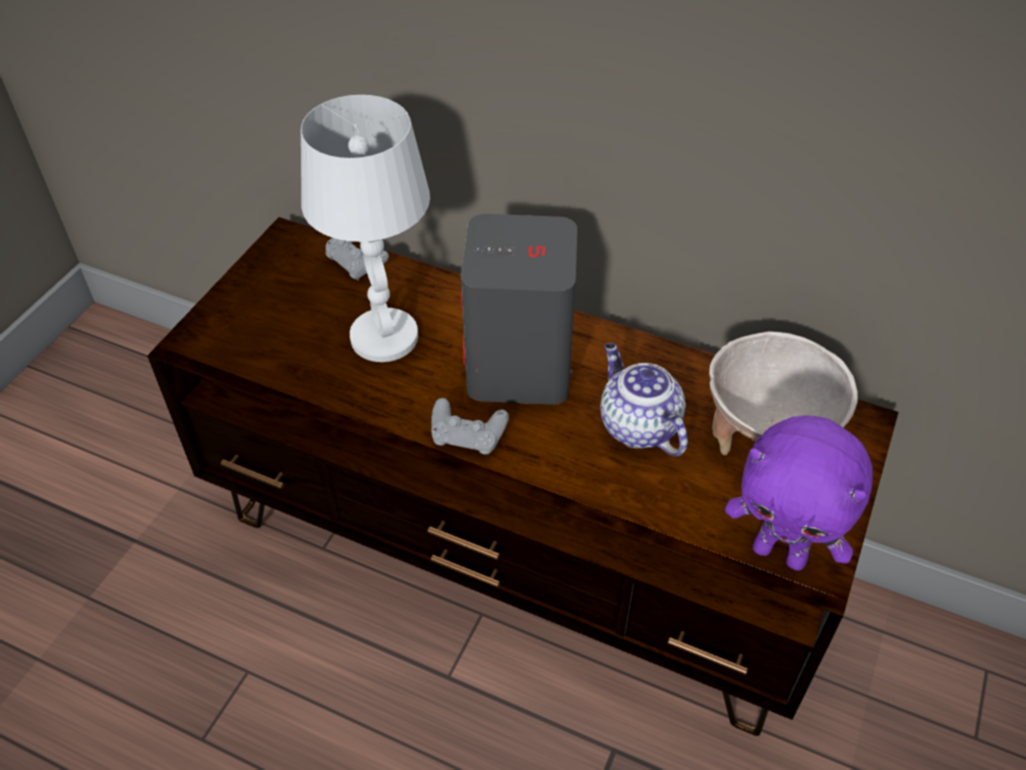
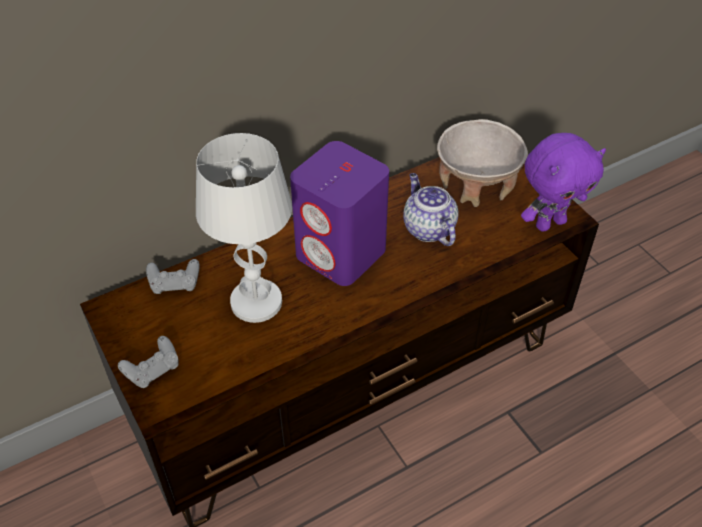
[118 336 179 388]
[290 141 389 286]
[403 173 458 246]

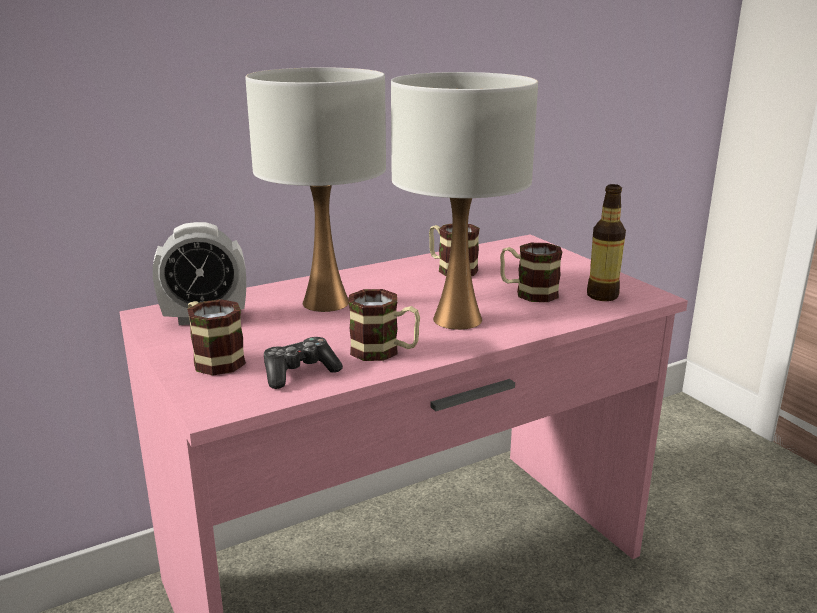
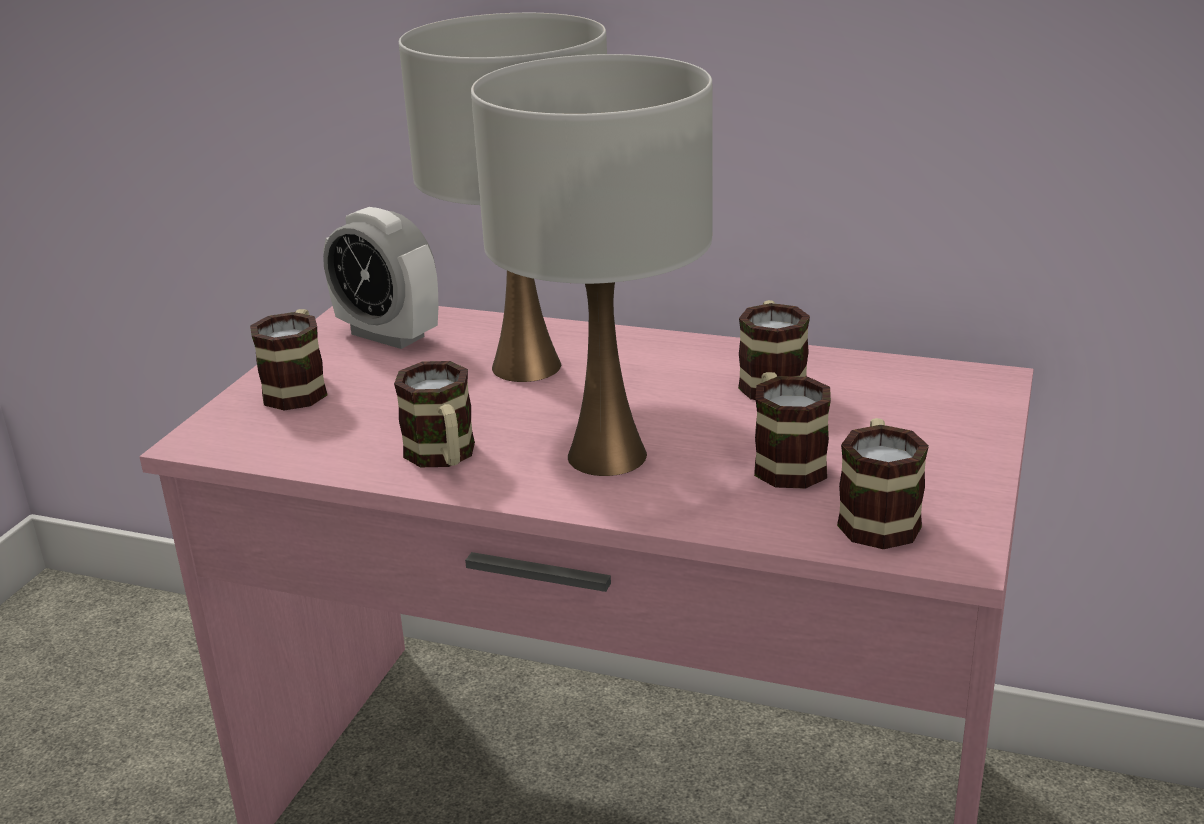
[264 337 343 389] (first image)
[837 418 929 549]

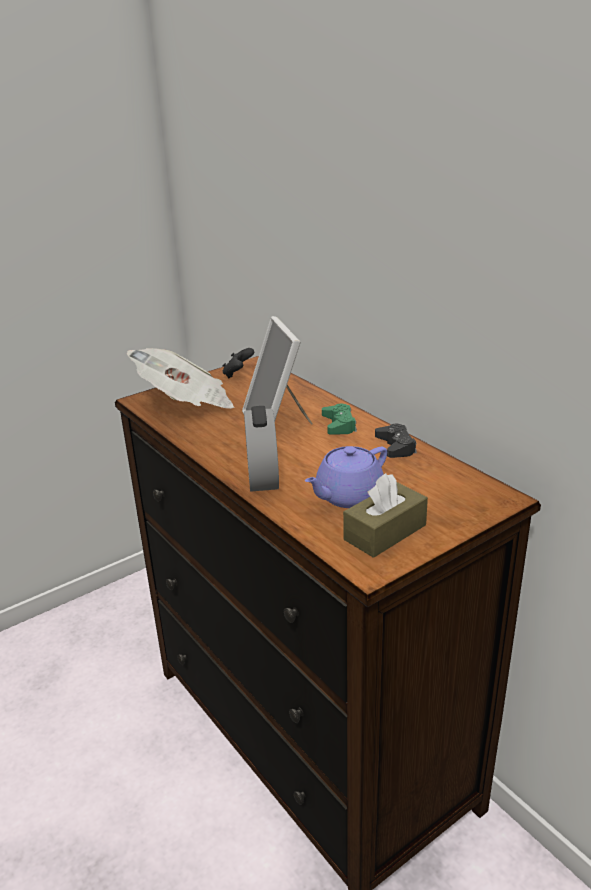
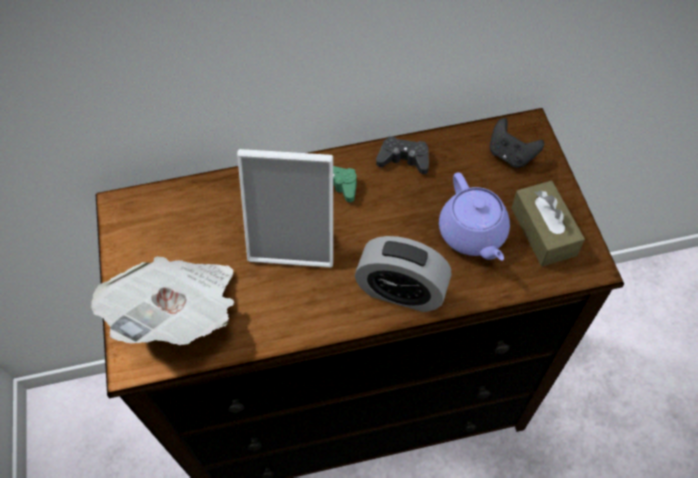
[490 118 544 168]

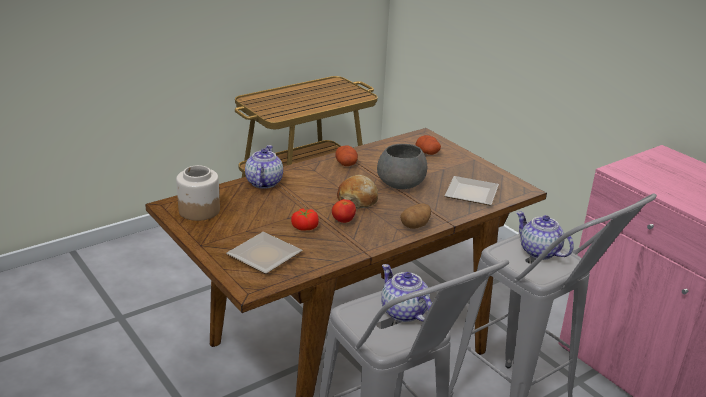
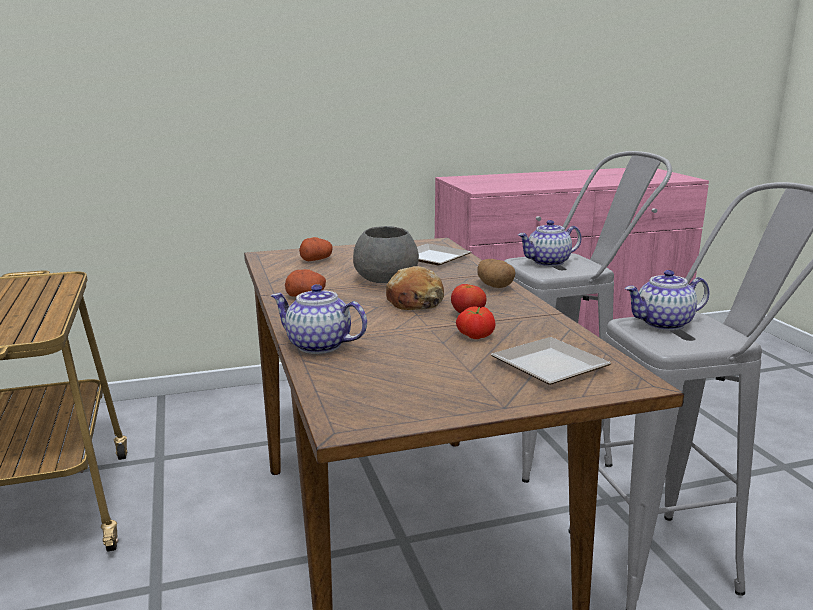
[176 165 220 221] (first image)

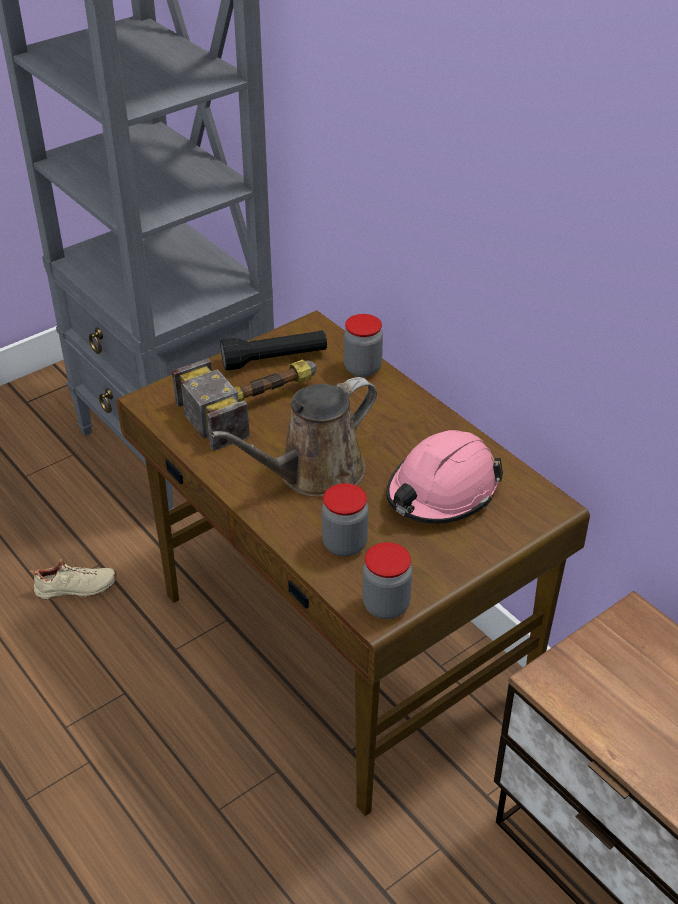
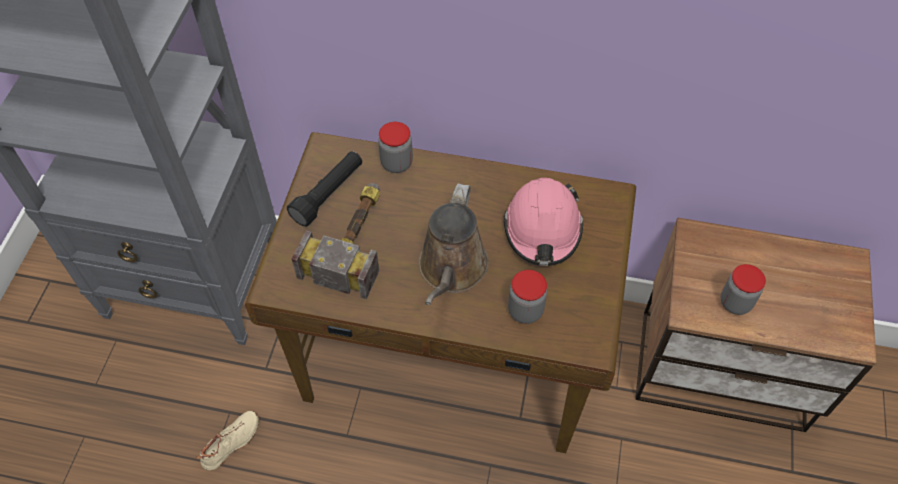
[721 264 766 315]

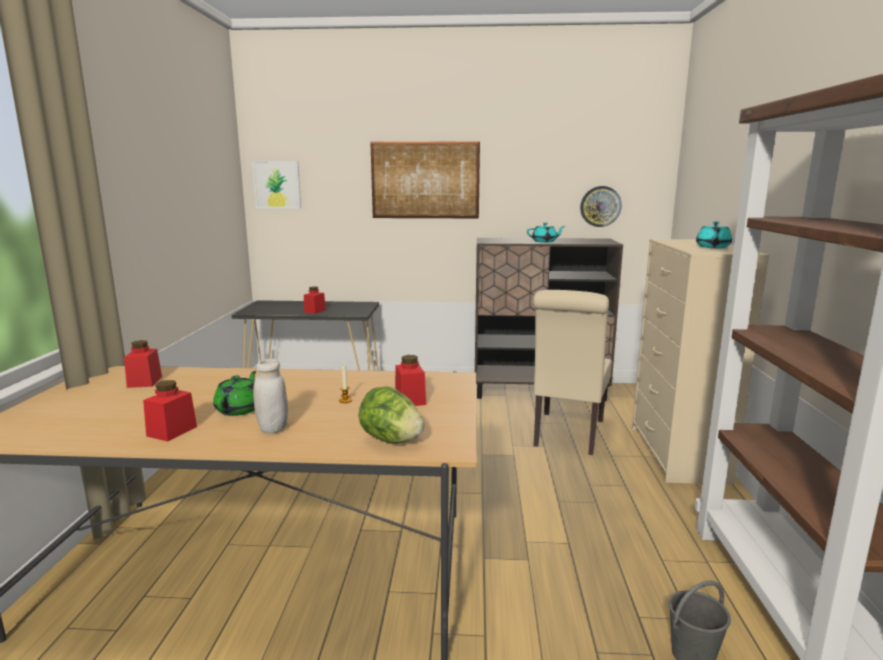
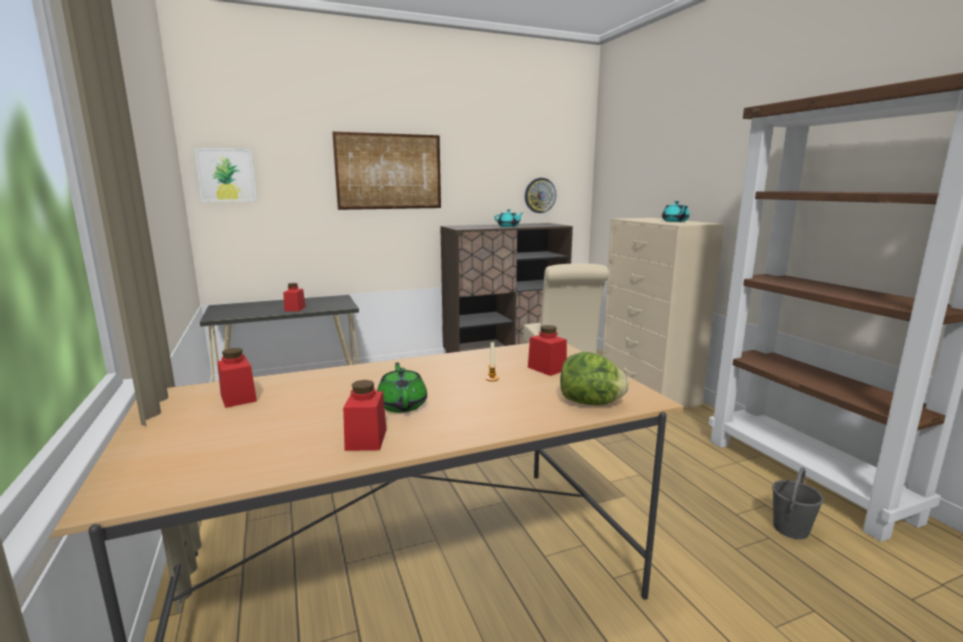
[253 359 288 433] (first image)

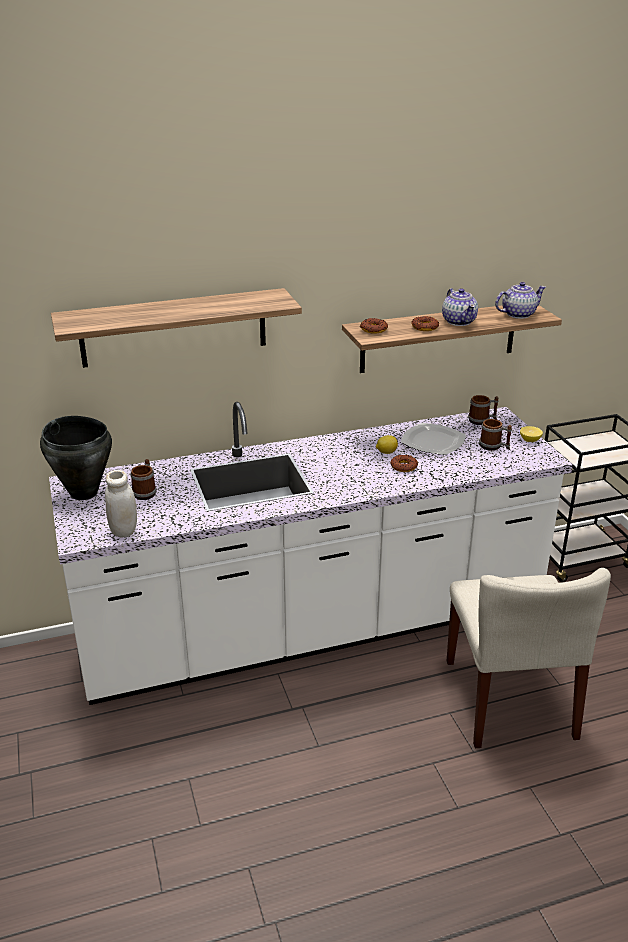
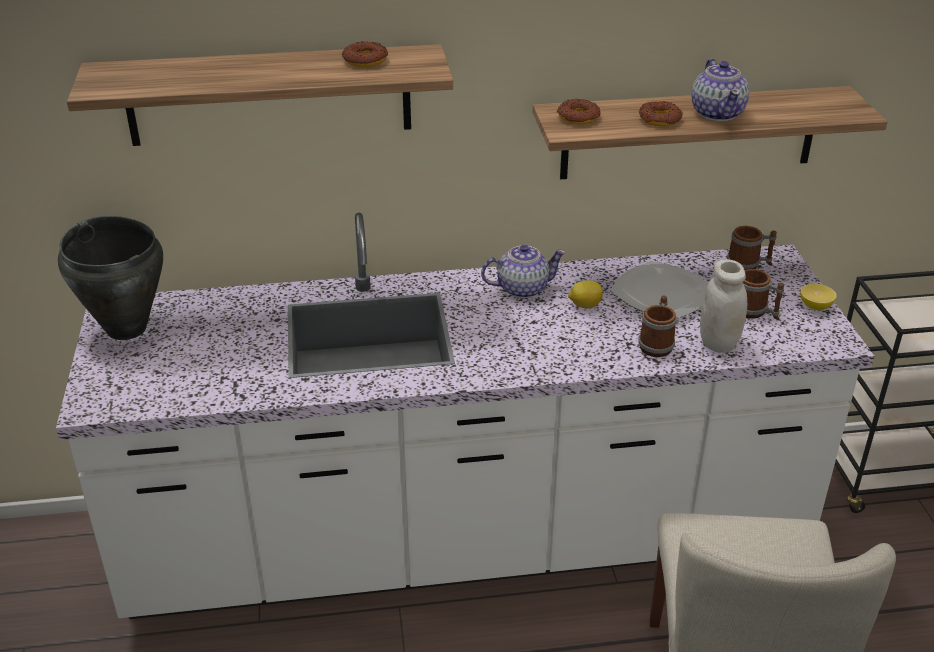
[700 259 747 353]
[638 295 677 357]
[342 41 388 67]
[481 245 566 298]

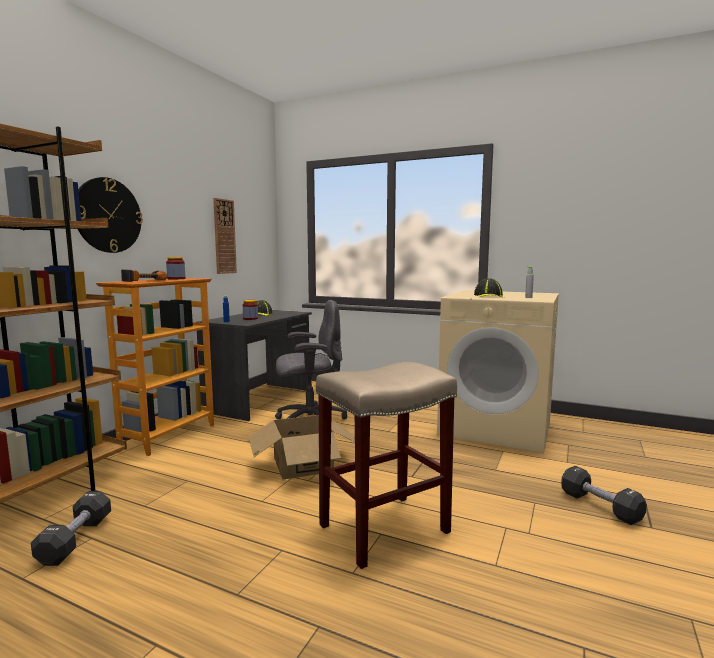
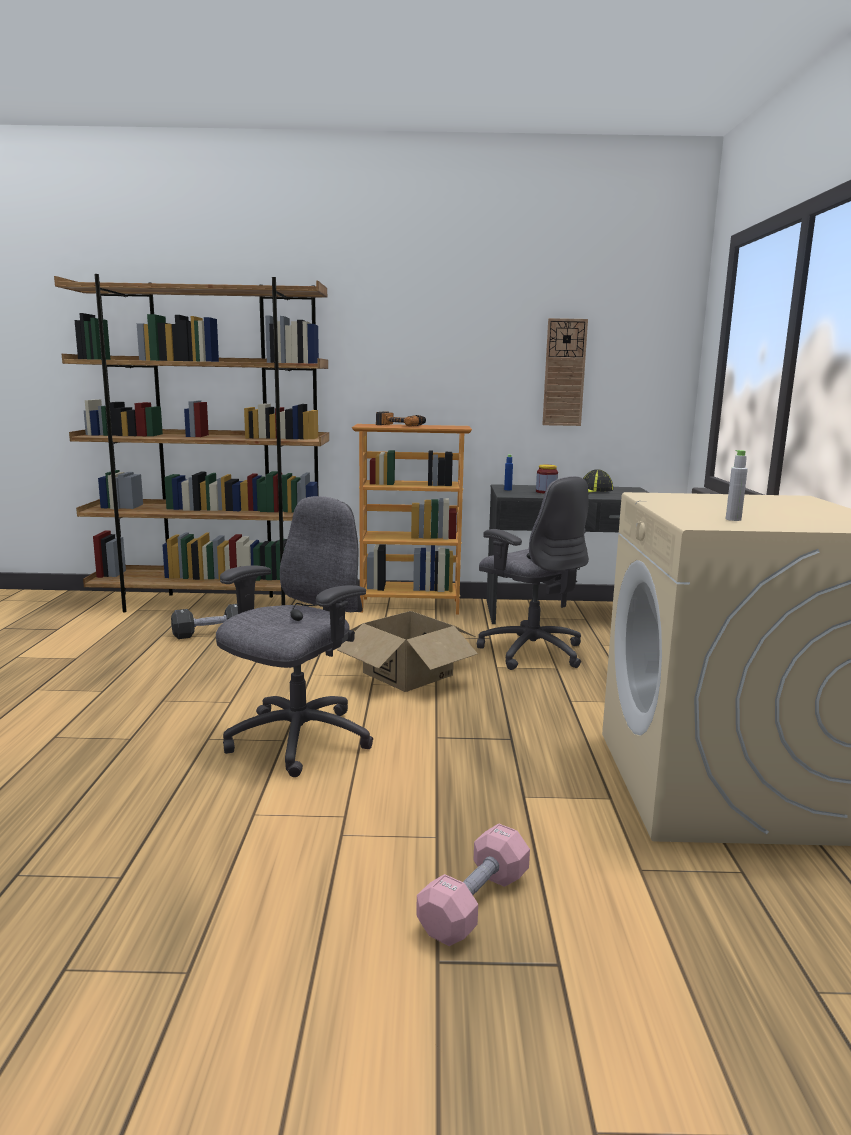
[78 177 143 253] (first image)
[166 257 185 280] (first image)
[474 278 504 298] (first image)
[216 496 373 777]
[416 824 530 946]

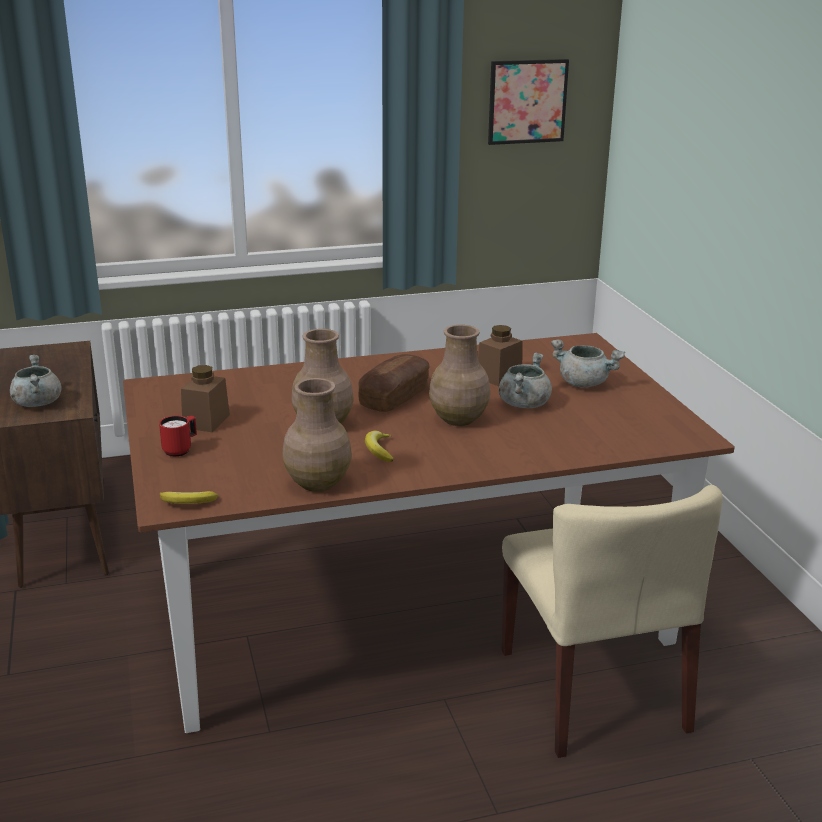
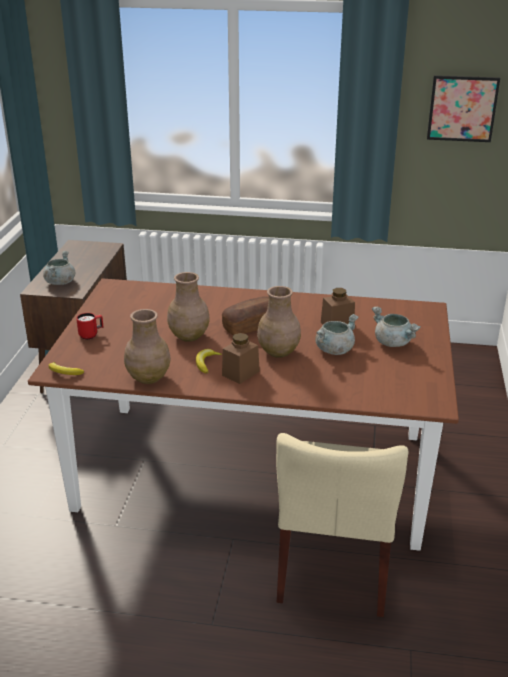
[222 333 260 384]

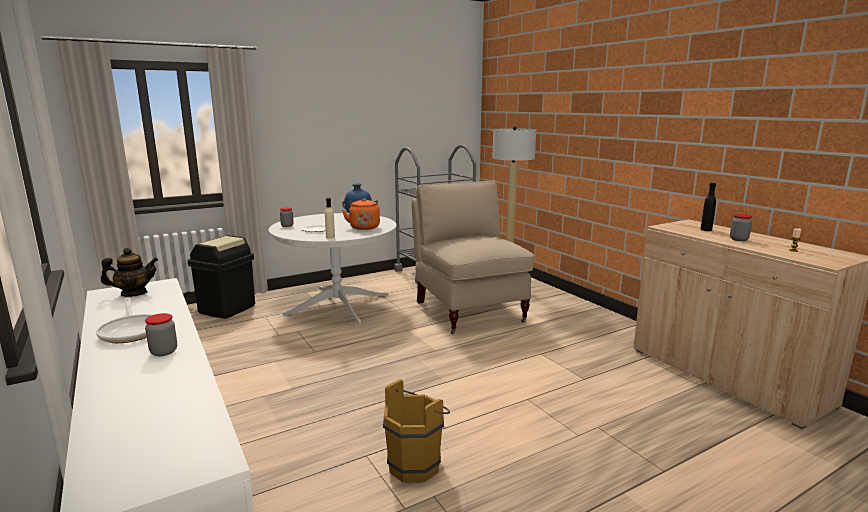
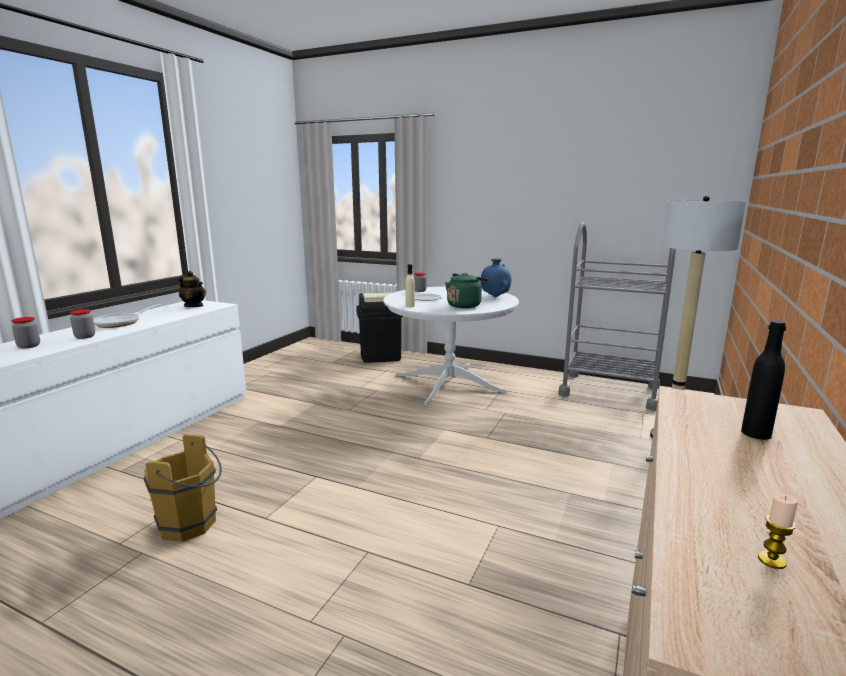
[412 180 535 334] (first image)
[11 317 40 349]
[445 273 488 308]

